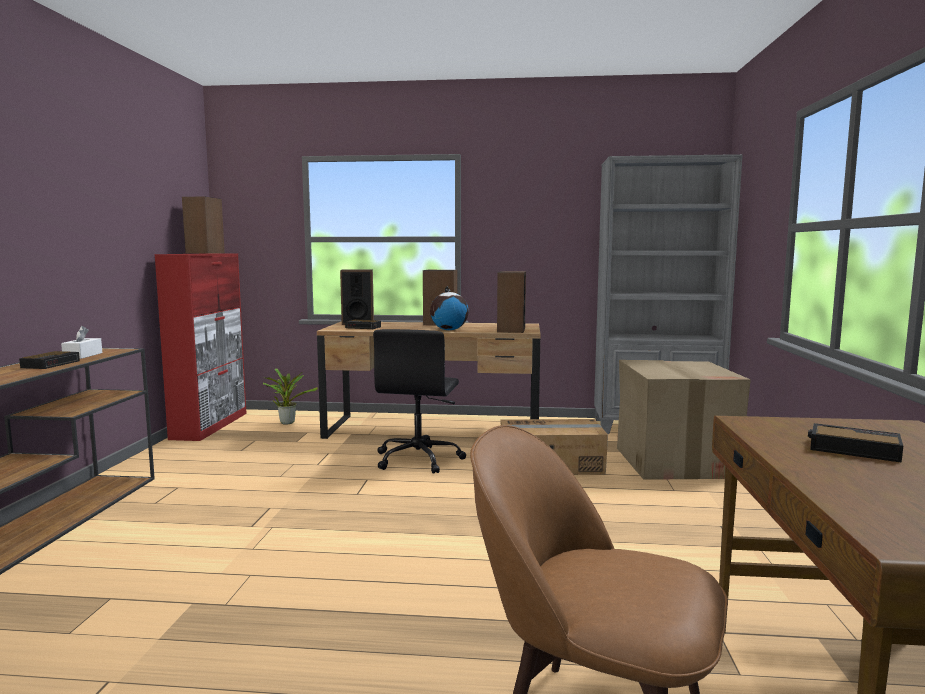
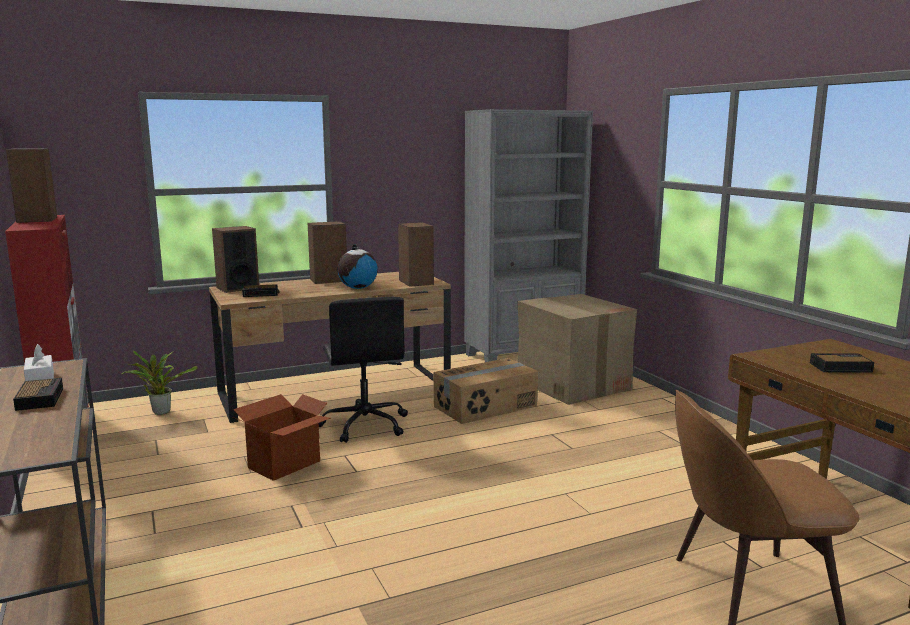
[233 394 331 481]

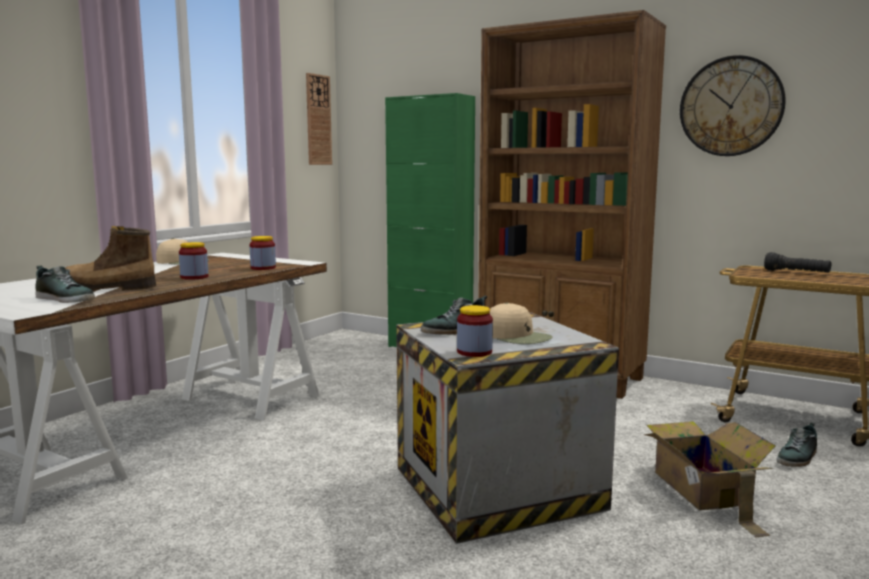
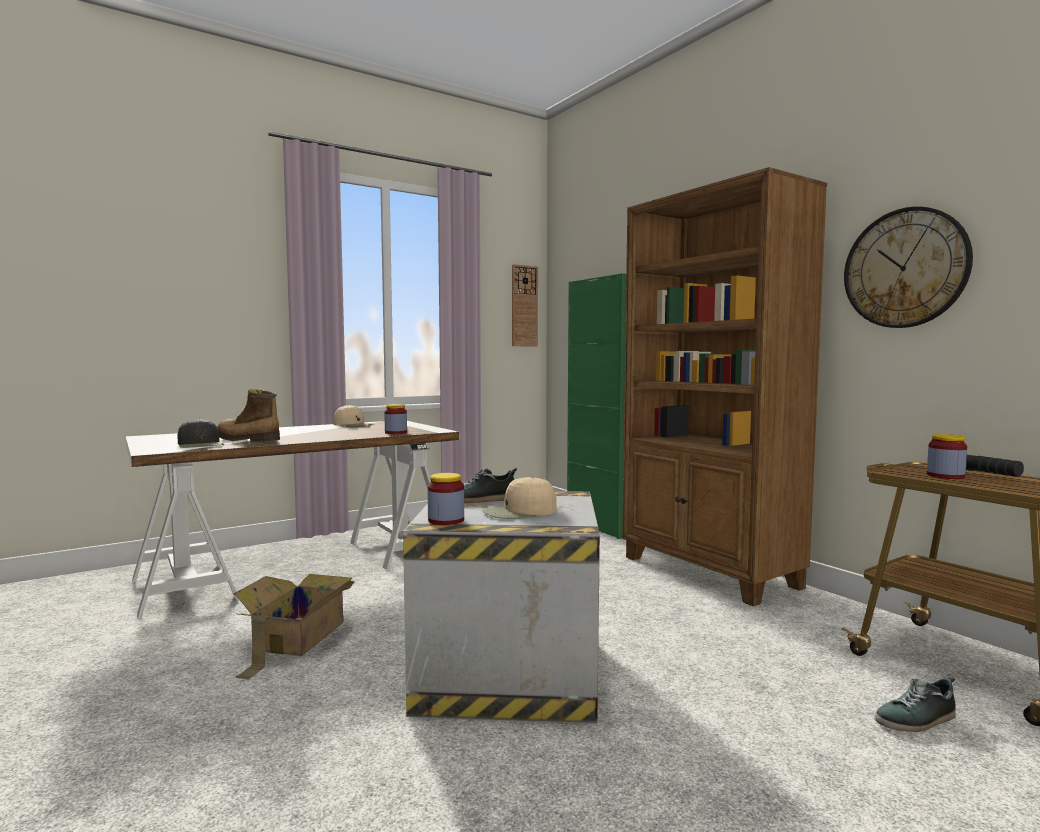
[927 434 967 479]
[234 574 354 680]
[178 418 224 448]
[482 476 557 519]

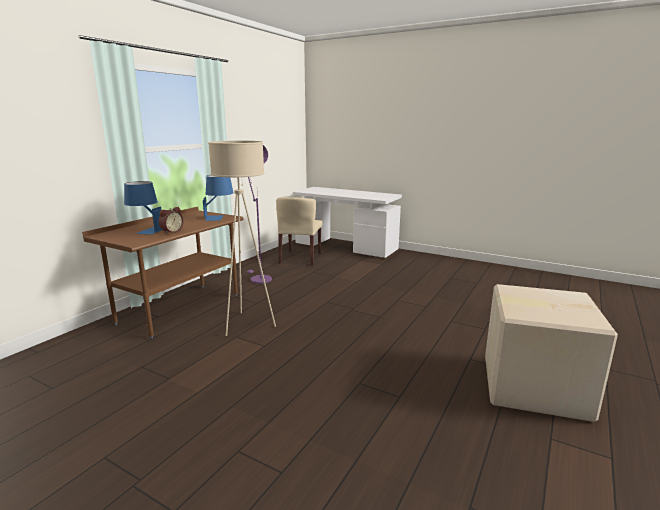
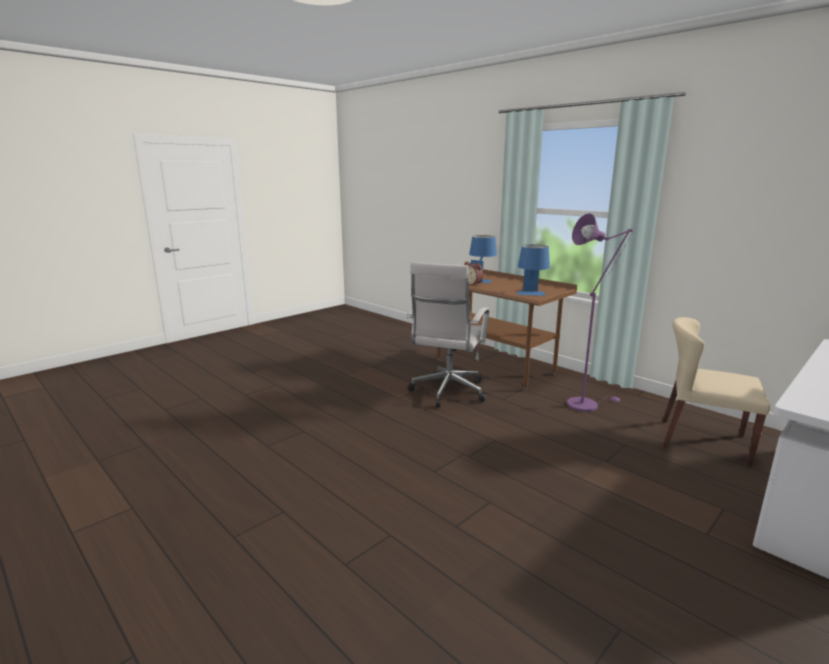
[485 284 618 422] (first image)
[406 262 489 407]

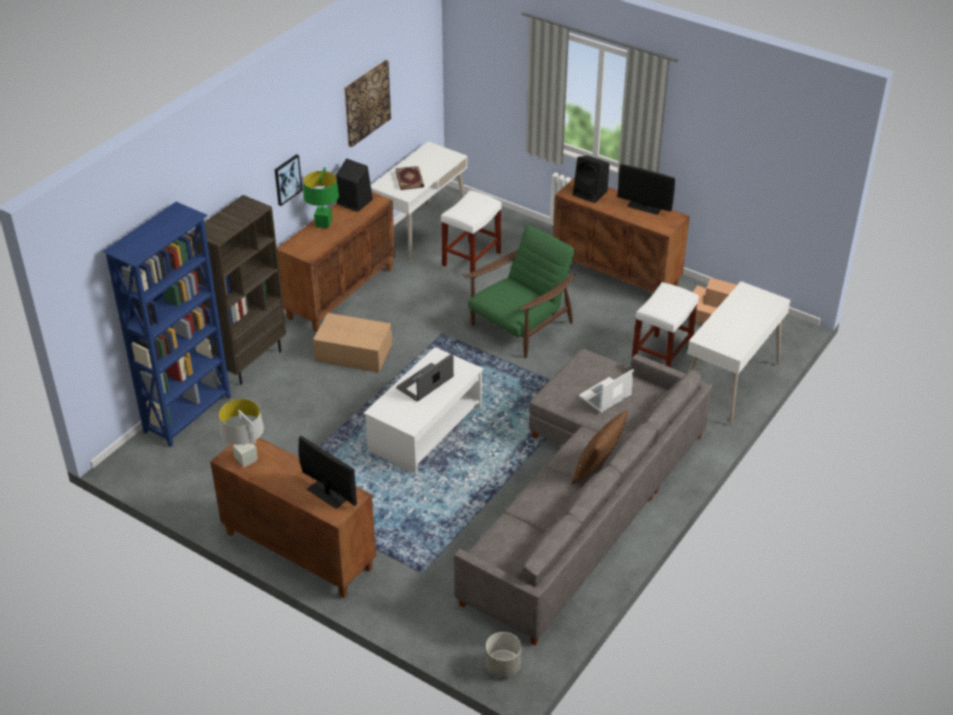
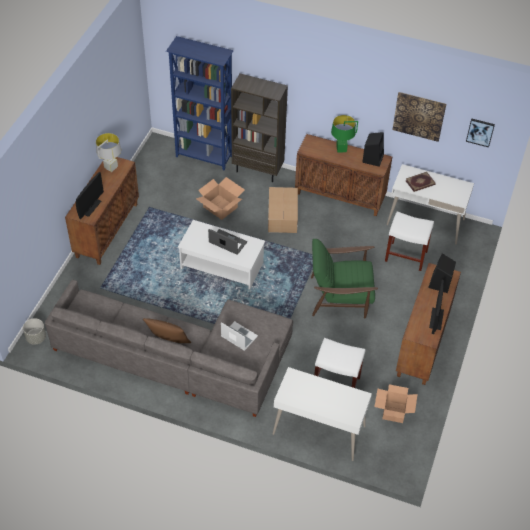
[196 177 245 220]
[466 118 495 147]
[311 239 378 318]

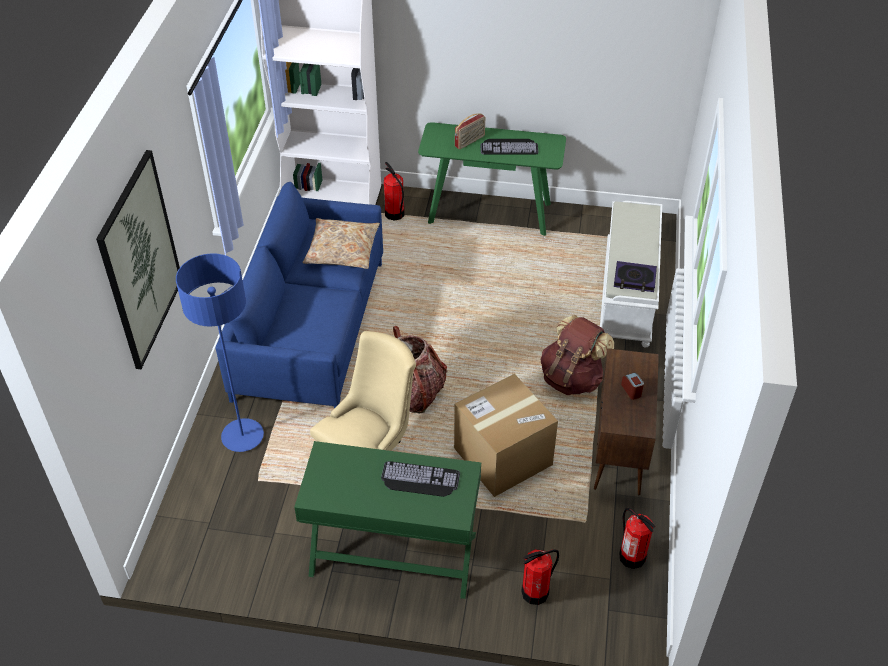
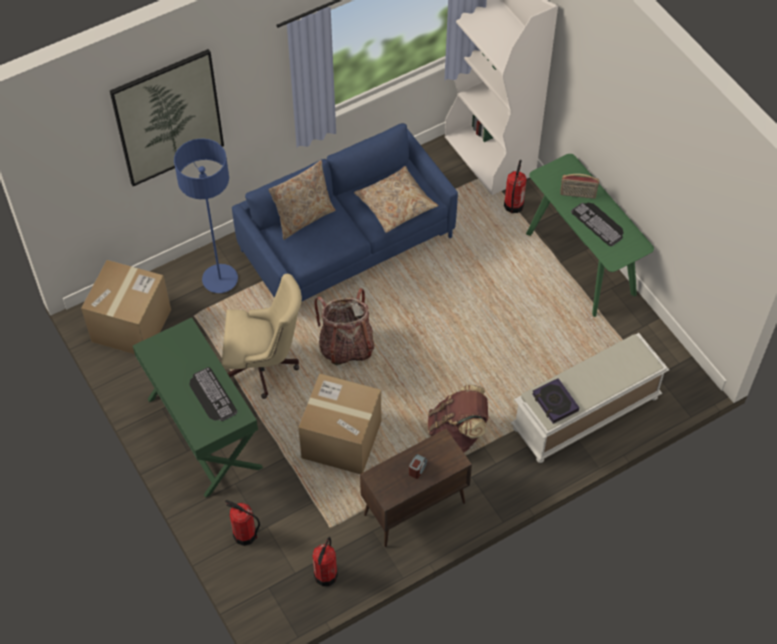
[81 260 171 354]
[268 160 336 240]

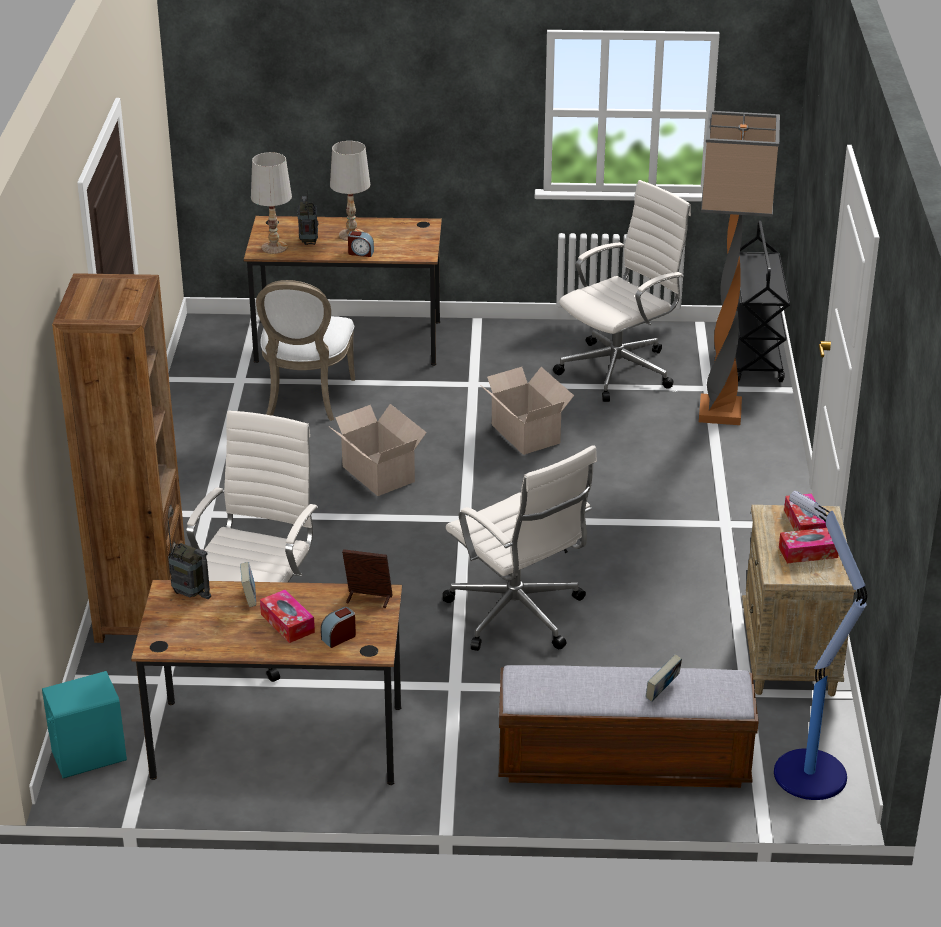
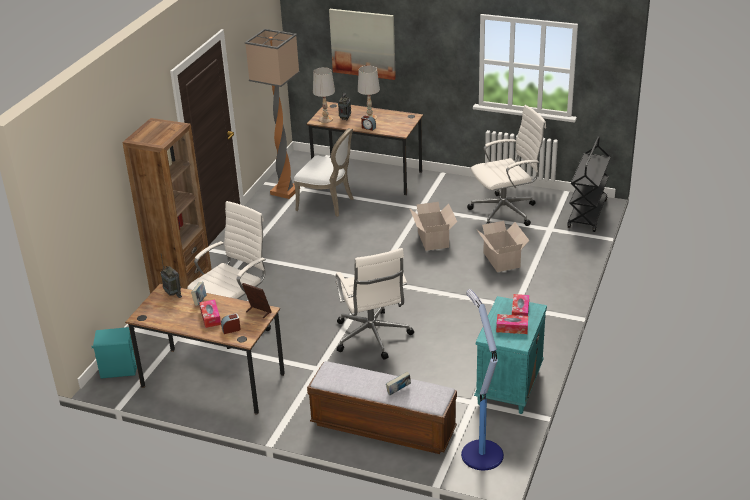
[329 9 396 80]
[476 221 530 272]
[245 29 300 199]
[474 296 547 414]
[294 128 354 217]

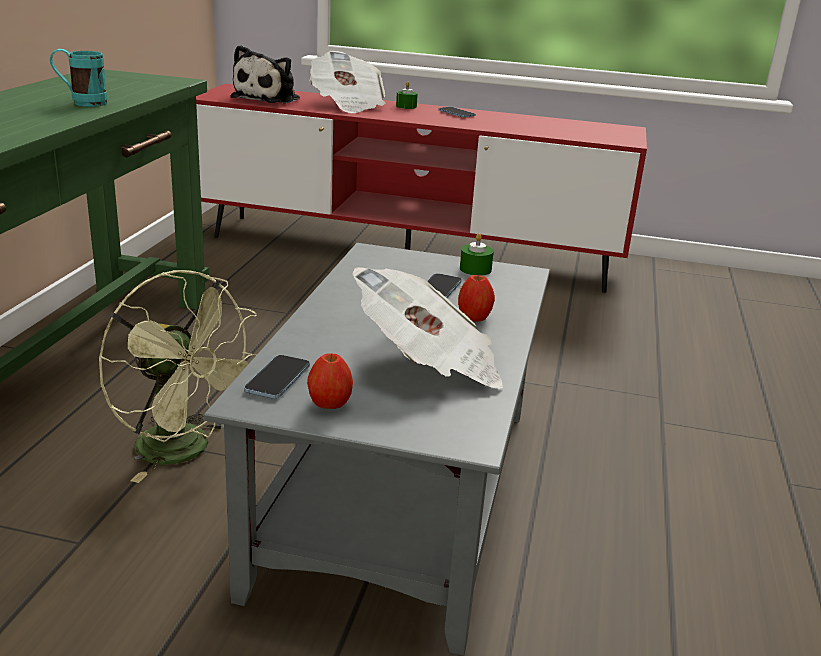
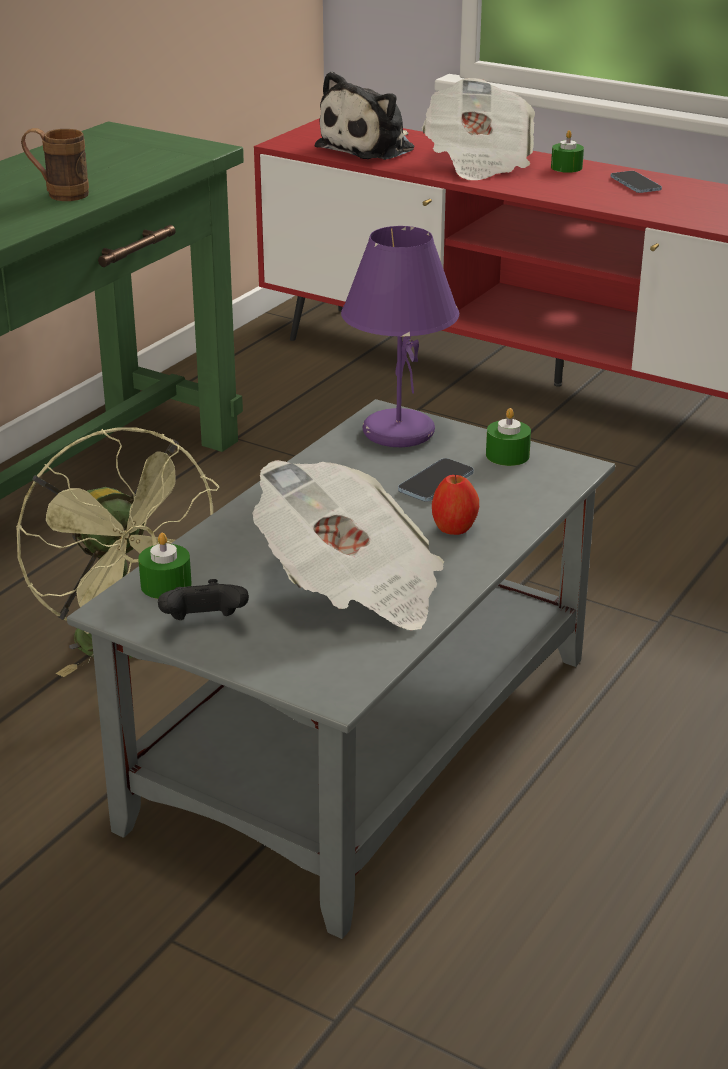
[341 226 459 447]
[138 533 192 599]
[158 579 249 620]
[21 128 89 201]

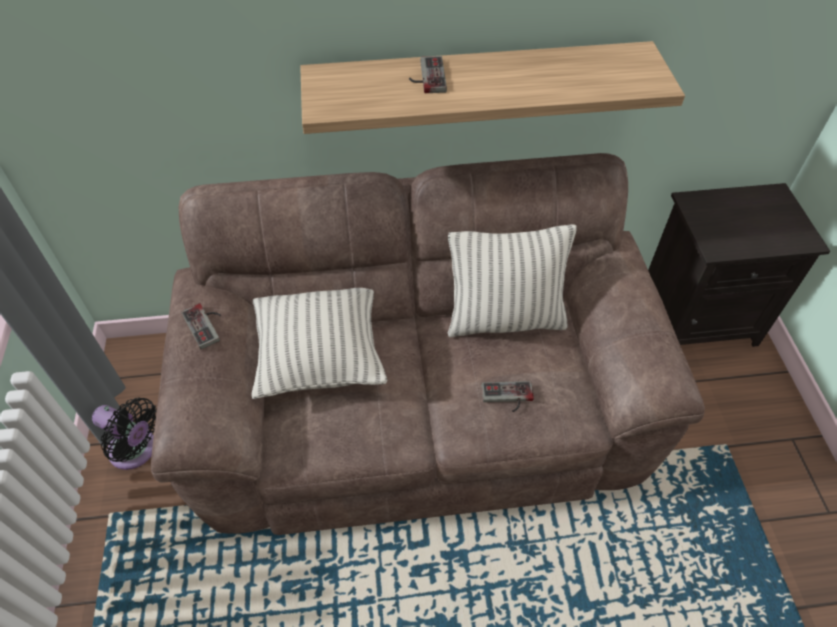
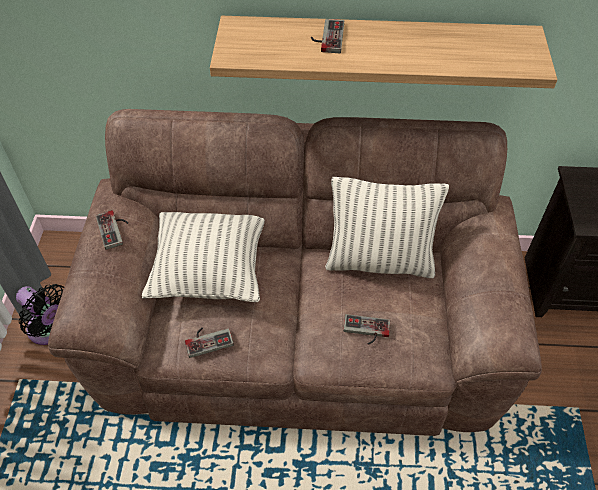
[185 328 234 358]

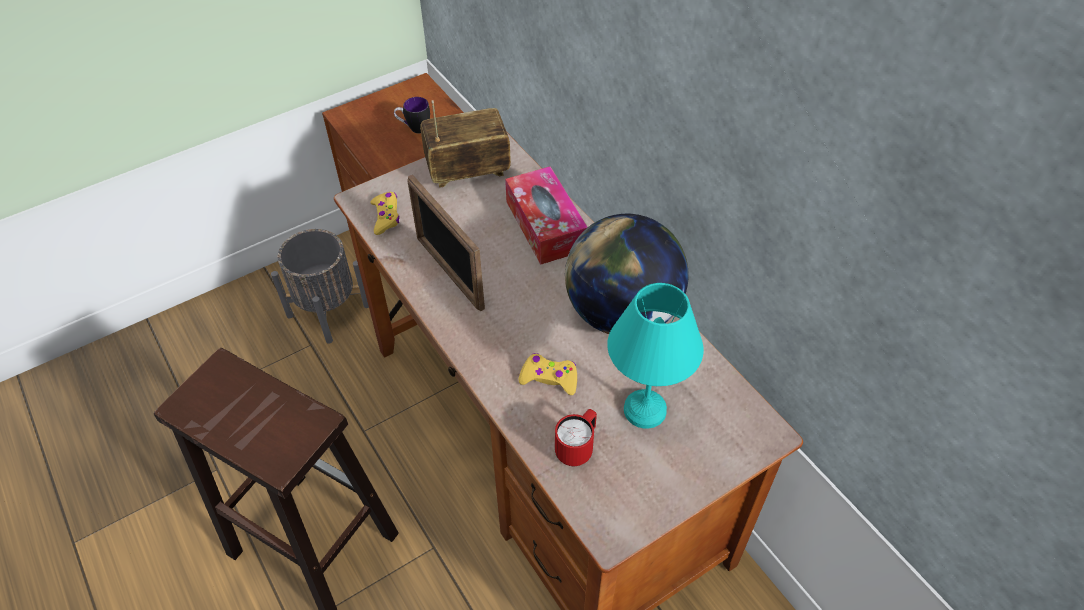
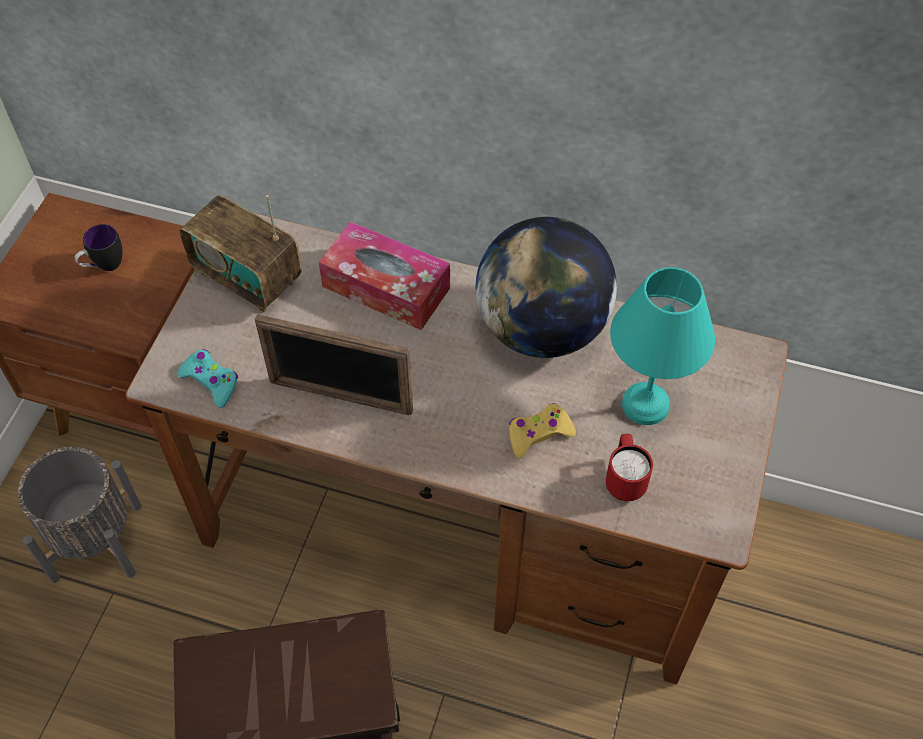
[177 349 238 408]
[180 195 302 313]

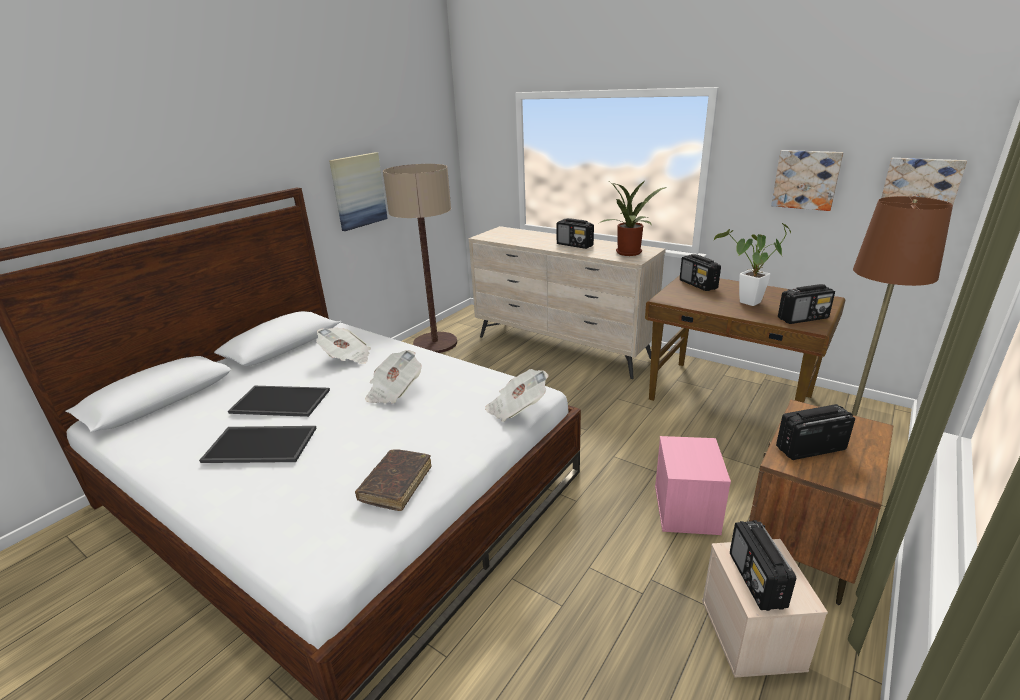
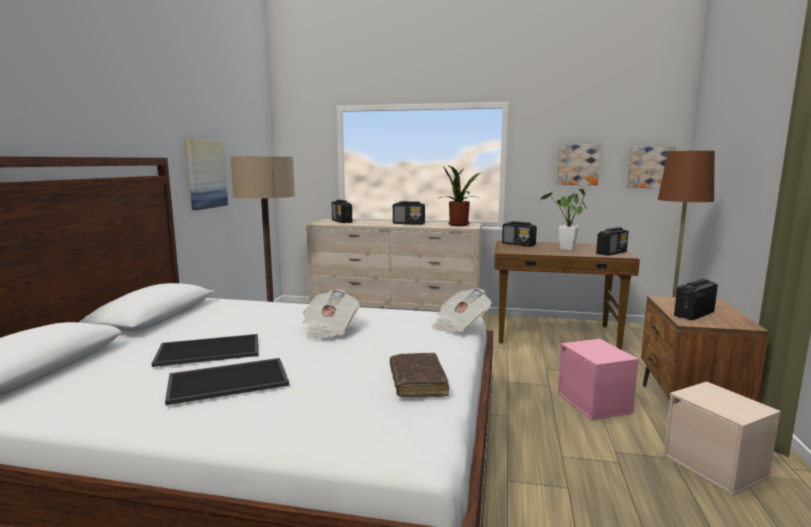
[316 328 371 364] (first image)
[331 200 352 223]

